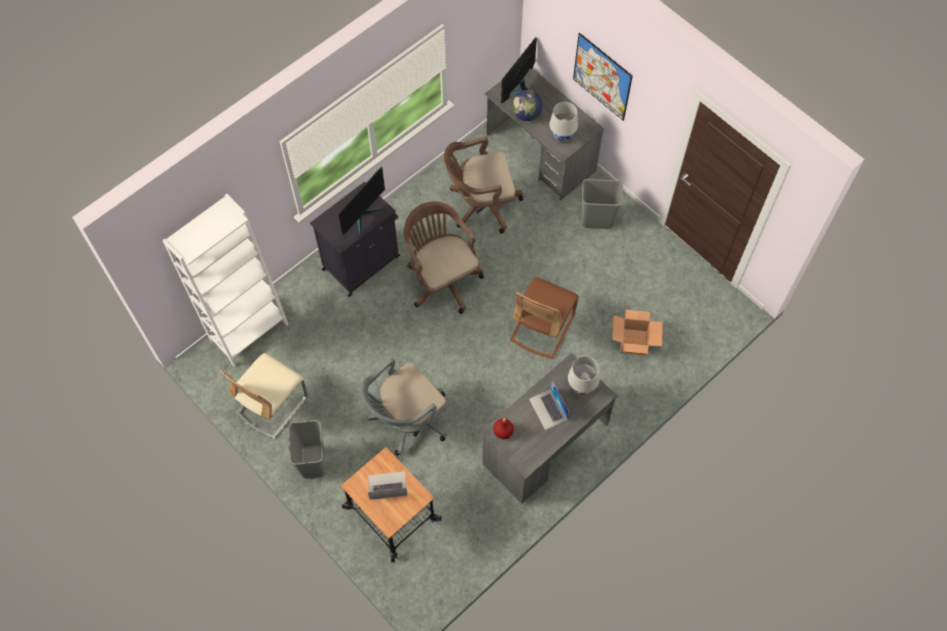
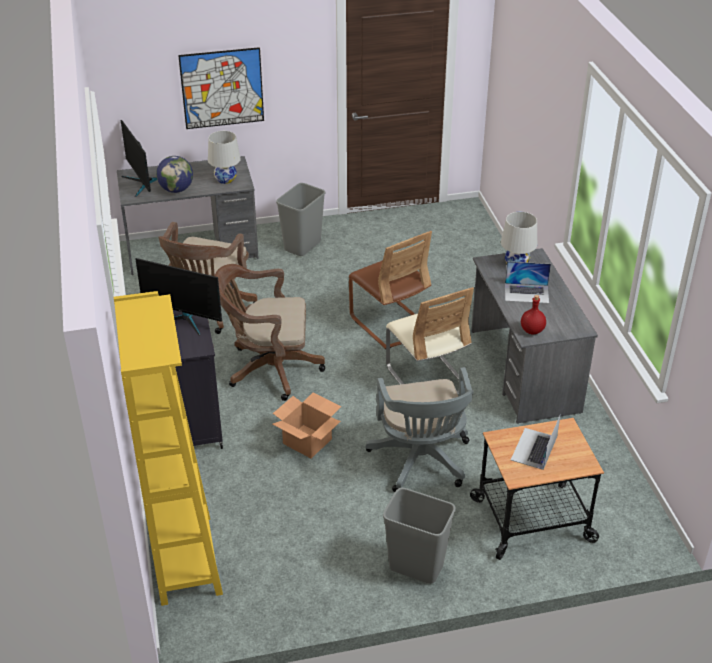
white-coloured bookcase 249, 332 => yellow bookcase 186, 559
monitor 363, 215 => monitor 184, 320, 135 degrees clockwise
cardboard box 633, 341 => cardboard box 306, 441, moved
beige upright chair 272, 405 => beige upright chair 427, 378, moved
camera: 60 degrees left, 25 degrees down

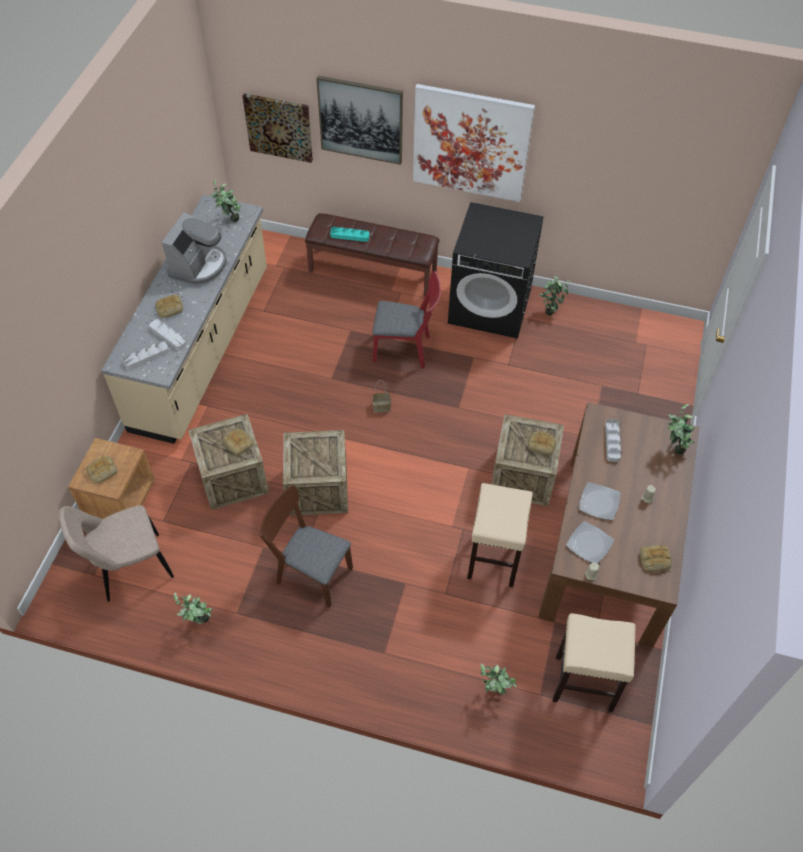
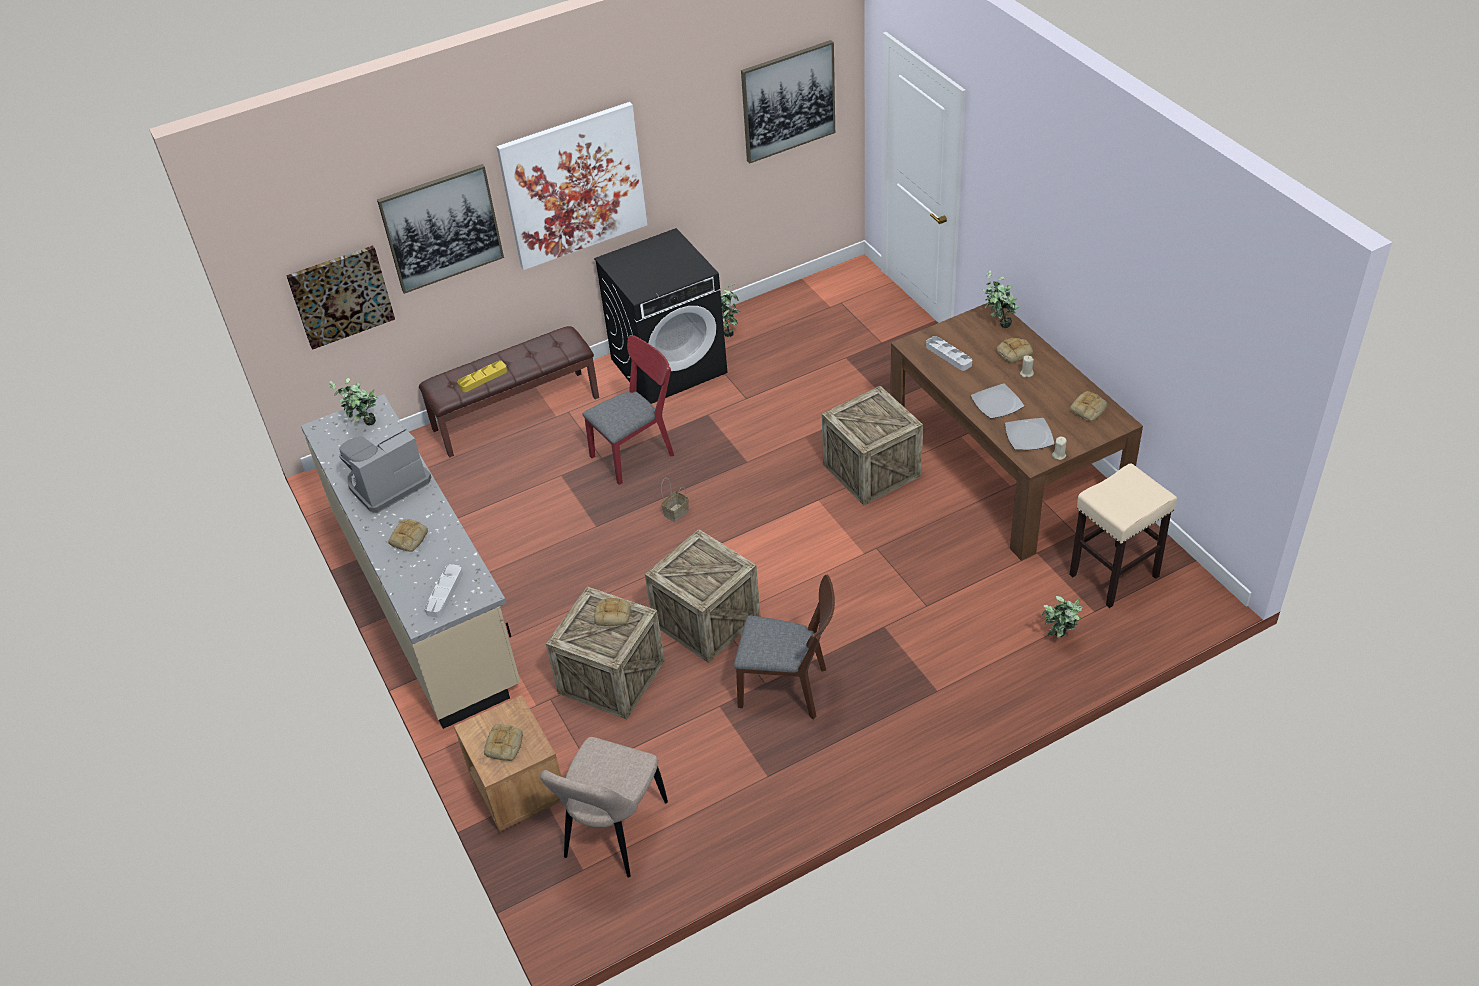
coffee machine 198, 266 => coffee machine 387, 484, 105 degrees counterclockwise
blue-green tray 349, 236 => yellow tray 483, 378
brown upright chair 309, 572 => brown upright chair 790, 689, 150 degrees counterclockwise
nothing => picture 788, 101
bread 542, 444 => bread 1014, 352, moved
grey tray 168, 336 => nothing
potted plant 198, 622 => nothing
beige stool 494, 558 => nothing
camera: 40 degrees left, 10 degrees down

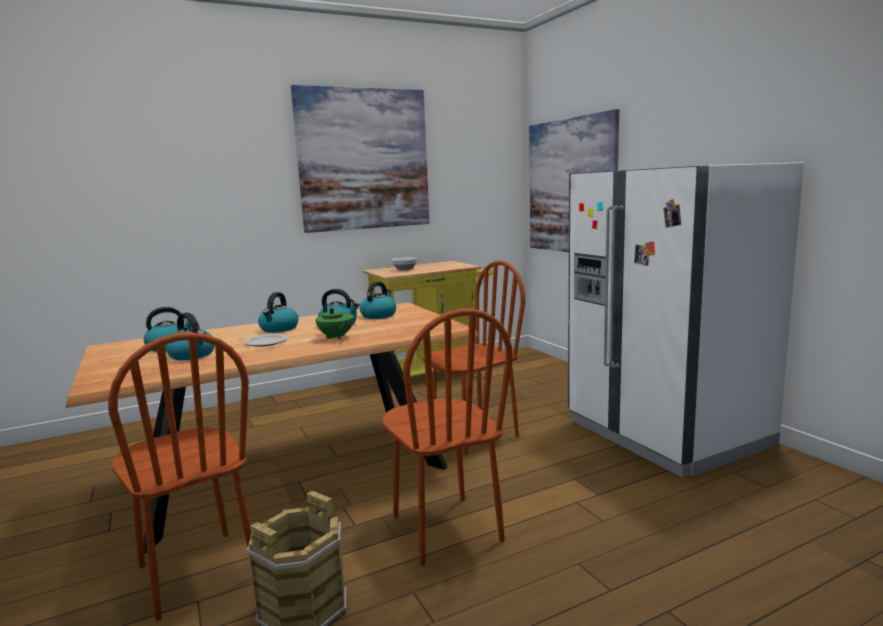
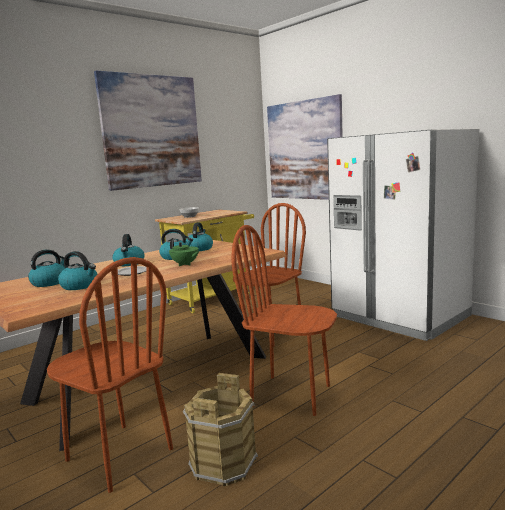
brown upright chair 445, 529 => brown upright chair 291, 395, 150 degrees clockwise
camera: 15 degrees left, 0 degrees up

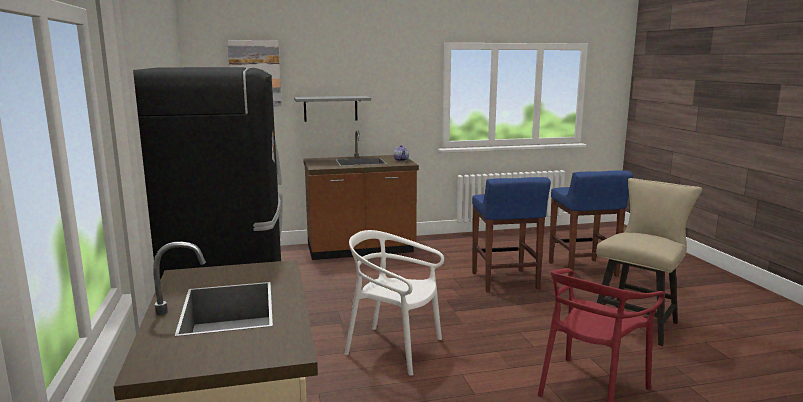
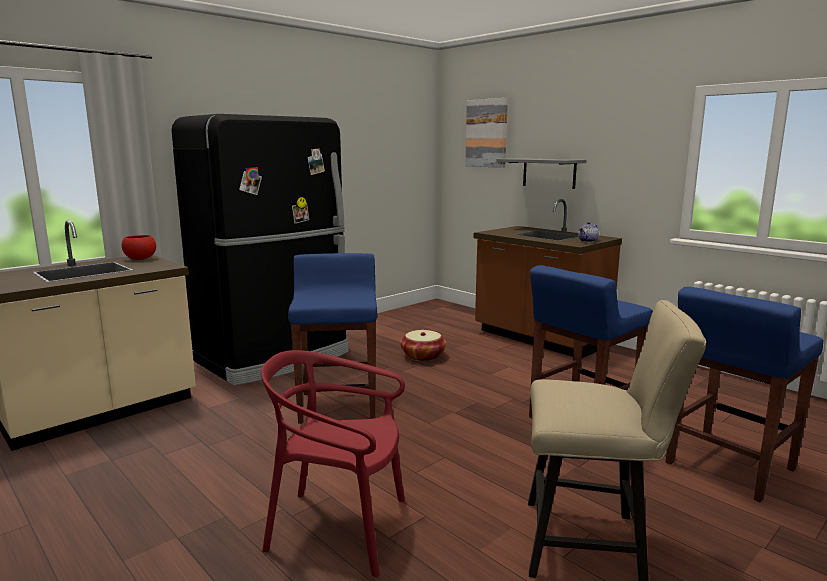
nothing => reddish bowl 140, 259
white-coloured upright chair 394, 349 => bluish stool 338, 405
nothing => household basket 423, 356
camera: 60 degrees right, 0 degrees up

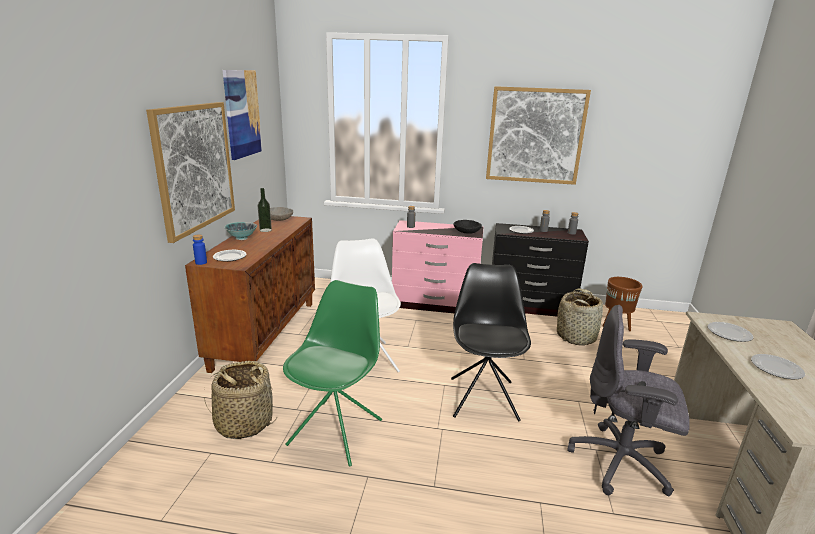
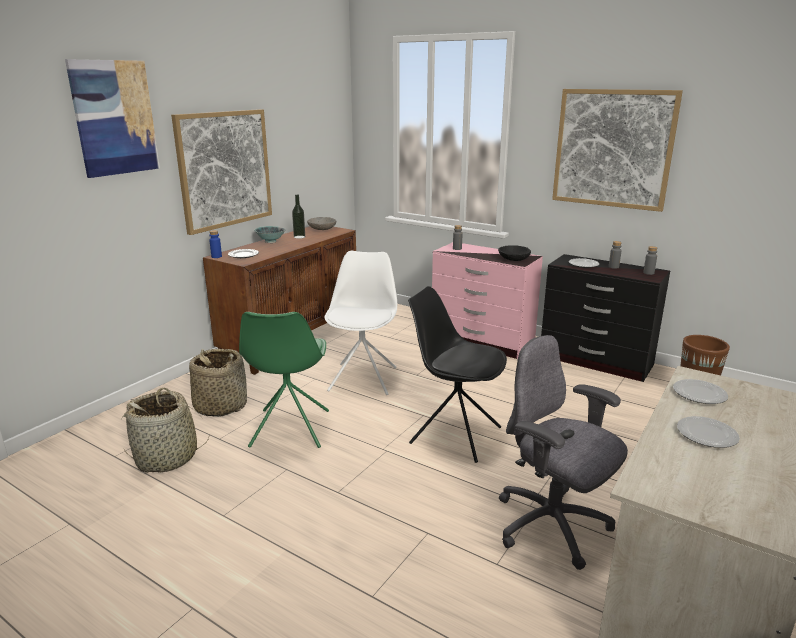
picture 242, 113 => picture 114, 118, moved
household basket 576, 336 => household basket 167, 458, moved
green-coloured upright chair 337, 431 => green-coloured upright chair 289, 429, 135 degrees clockwise
black upright chair 483, 398 => black upright chair 454, 434, 90 degrees counterclockwise
camera: 25 degrees right, 0 degrees up

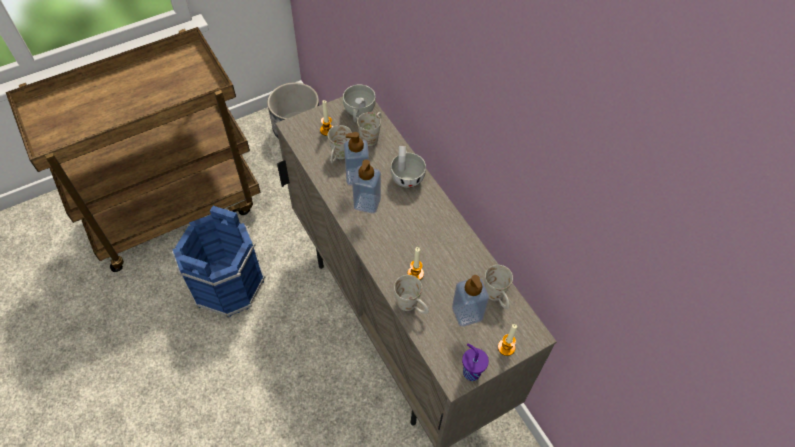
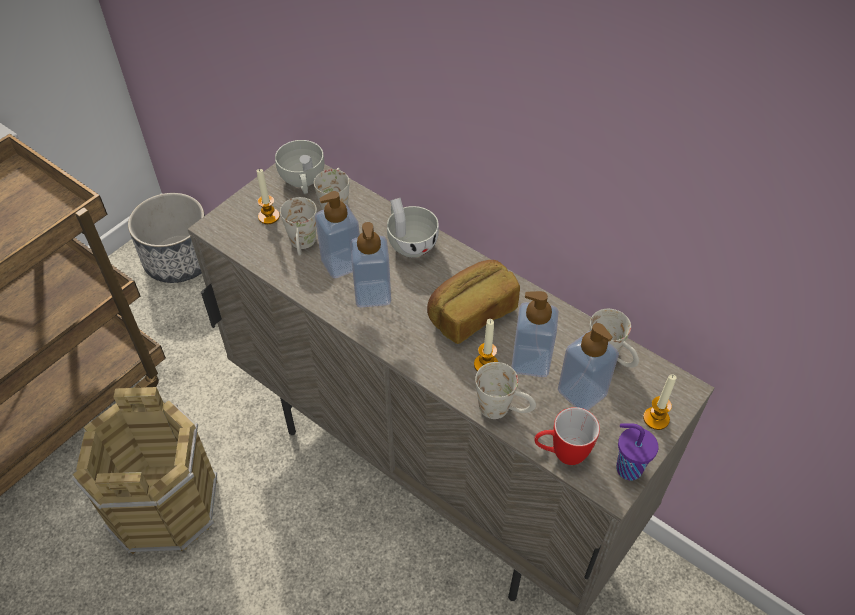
bluish bucket 228, 284 => brown bucket 165, 504
nothing => bread 471, 313
nothing => soap bottle 531, 361
nothing => coffee mug 561, 453
camera: 20 degrees left, 5 degrees down

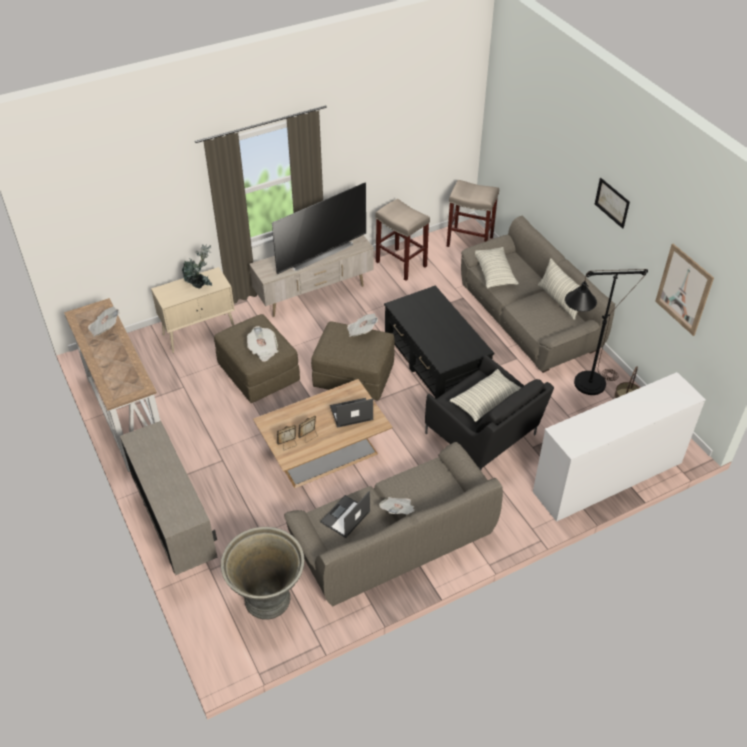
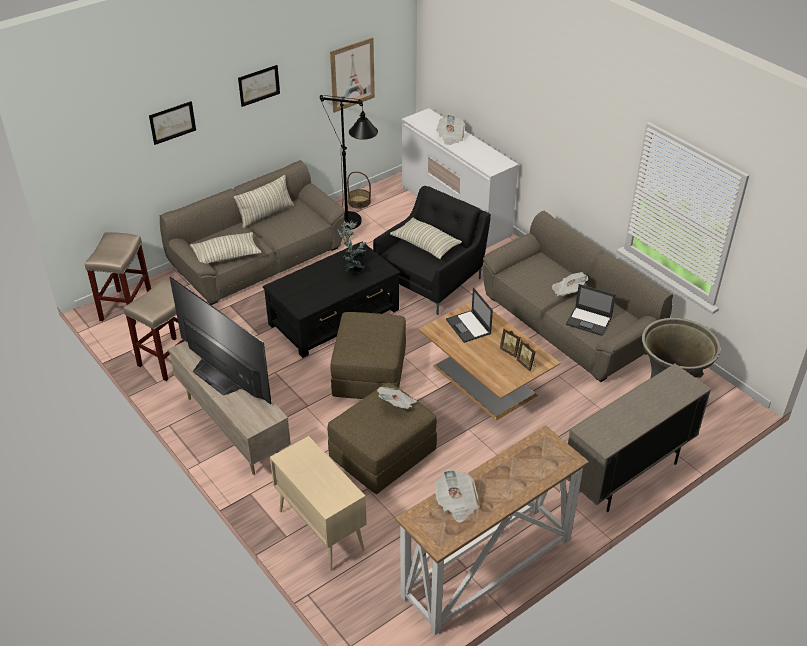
nothing => picture 172, 122
potted plant 200, 284 => potted plant 354, 269, moved
daily paper 361, 331 => daily paper 450, 137, moved
camera: 100 degrees left, 5 degrees down

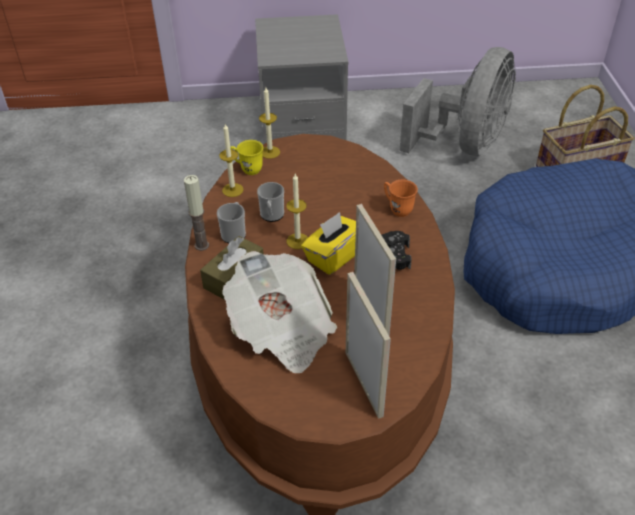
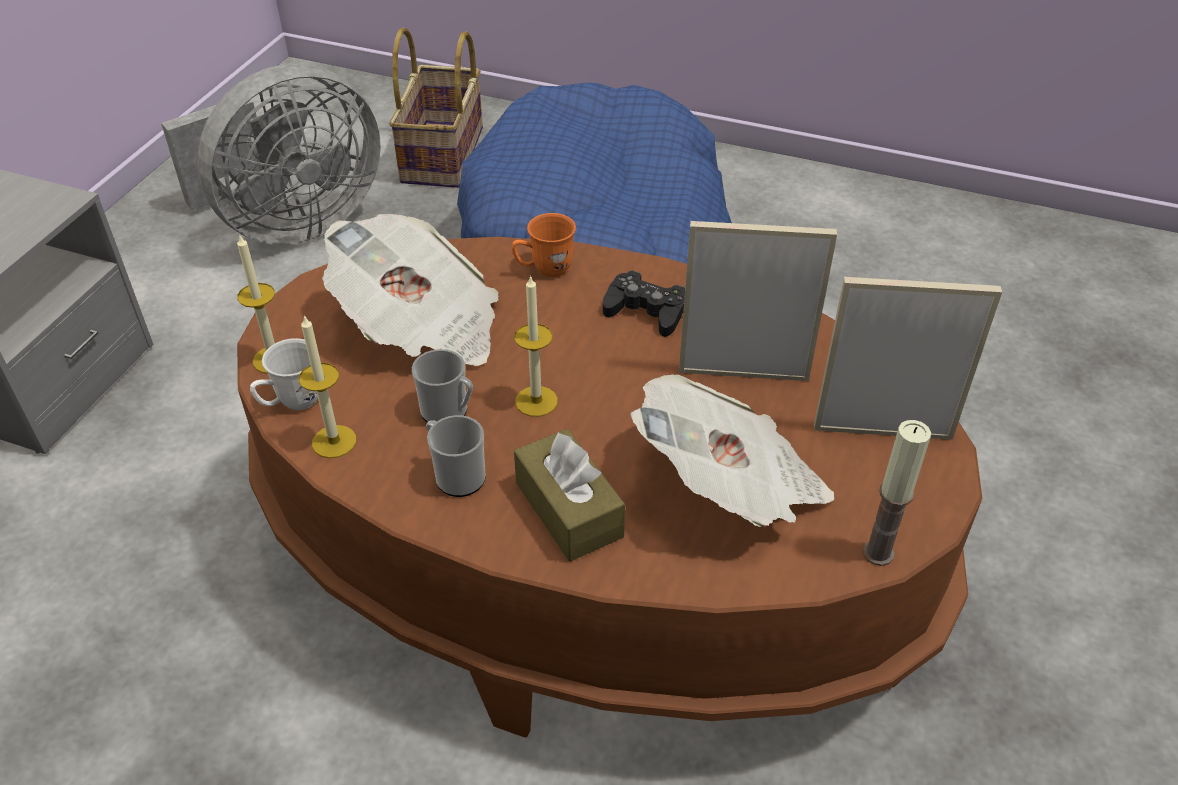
grey cooling fan 464, 145 => grey cooling fan 292, 224, 90 degrees clockwise
yellow coffee mug 247, 169 => white-coloured coffee mug 292, 403
nothing => daily paper 421, 326
wax candle 201, 245 => wax candle 878, 553, moved
yellow tissue box 334, 256 => nothing
camera: 65 degrees left, 0 degrees up

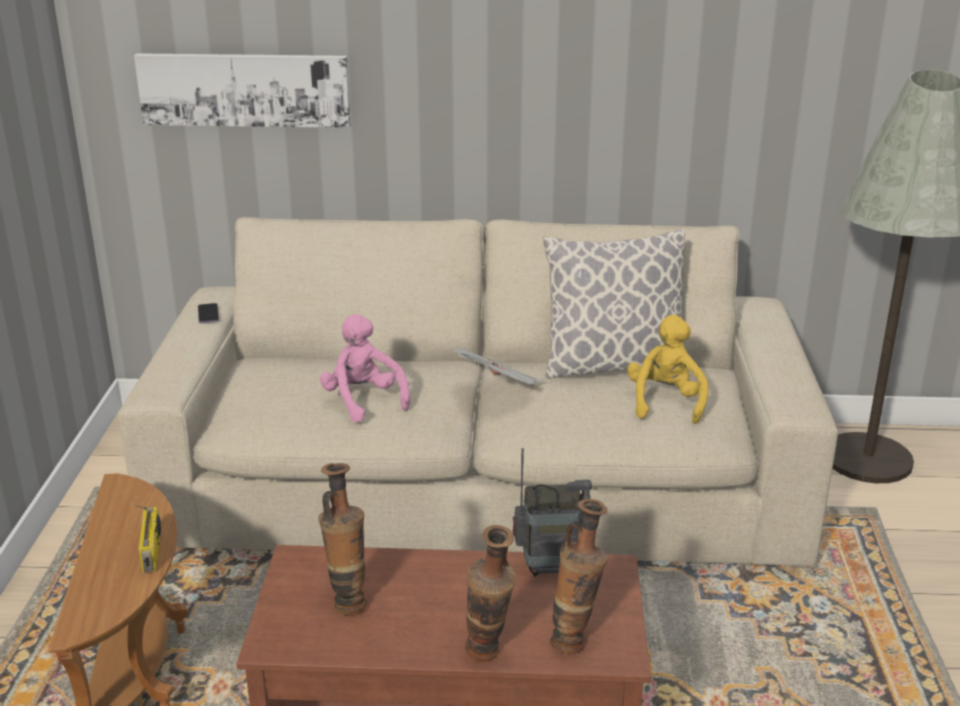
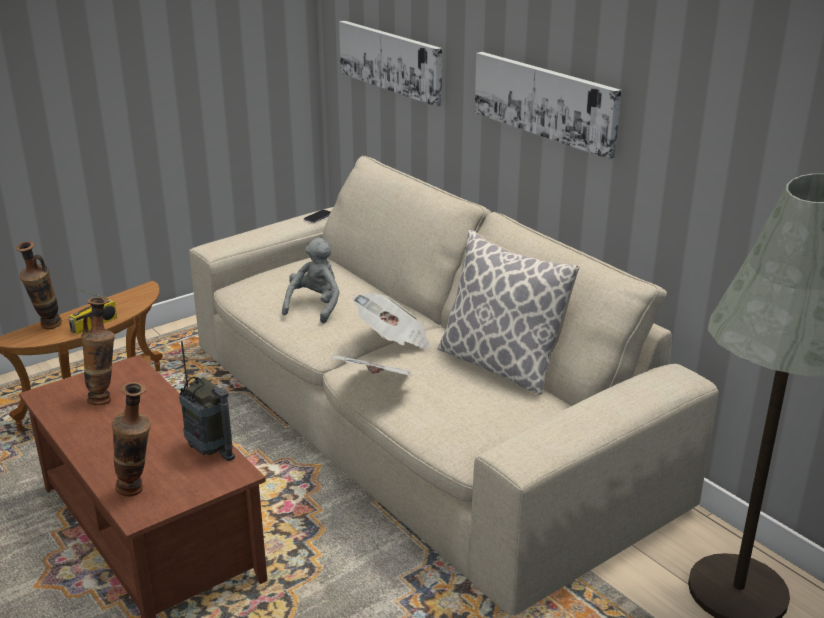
flower vase 488, 658 => flower vase 47, 328, moved
pink-coloured plush toy 363, 401 => grey plush toy 315, 306
nothing => daily paper 376, 385
nothing => picture 545, 101
yellow plush toy 665, 402 => nothing
camera: 50 degrees right, 0 degrees up

